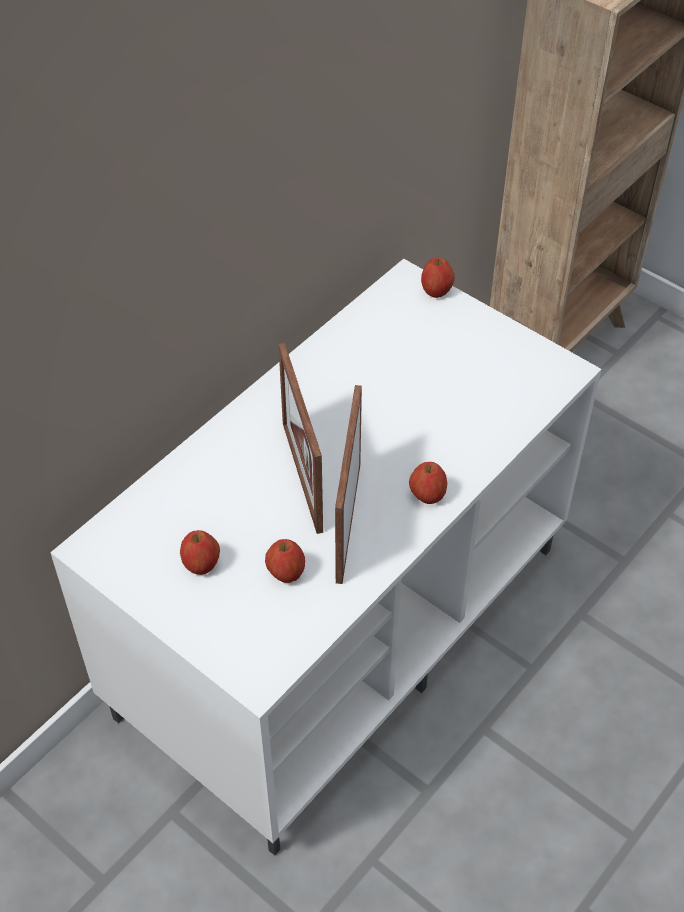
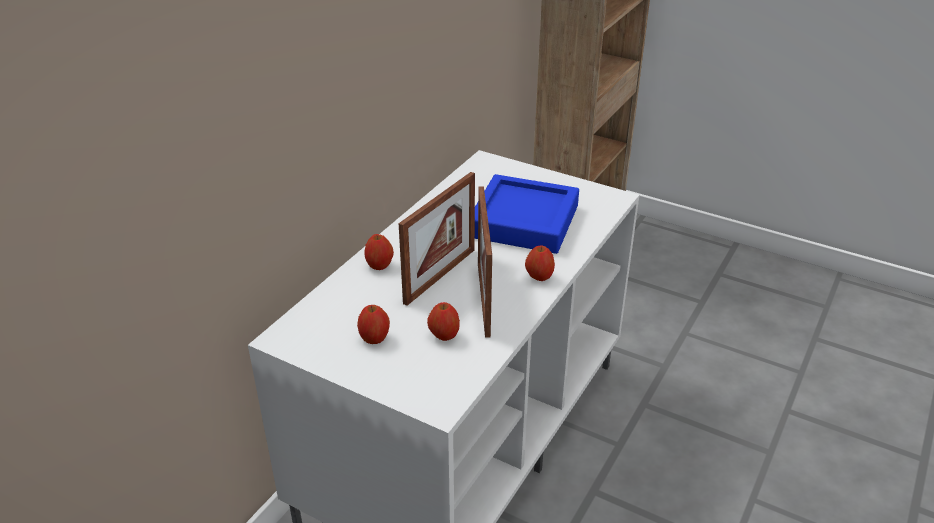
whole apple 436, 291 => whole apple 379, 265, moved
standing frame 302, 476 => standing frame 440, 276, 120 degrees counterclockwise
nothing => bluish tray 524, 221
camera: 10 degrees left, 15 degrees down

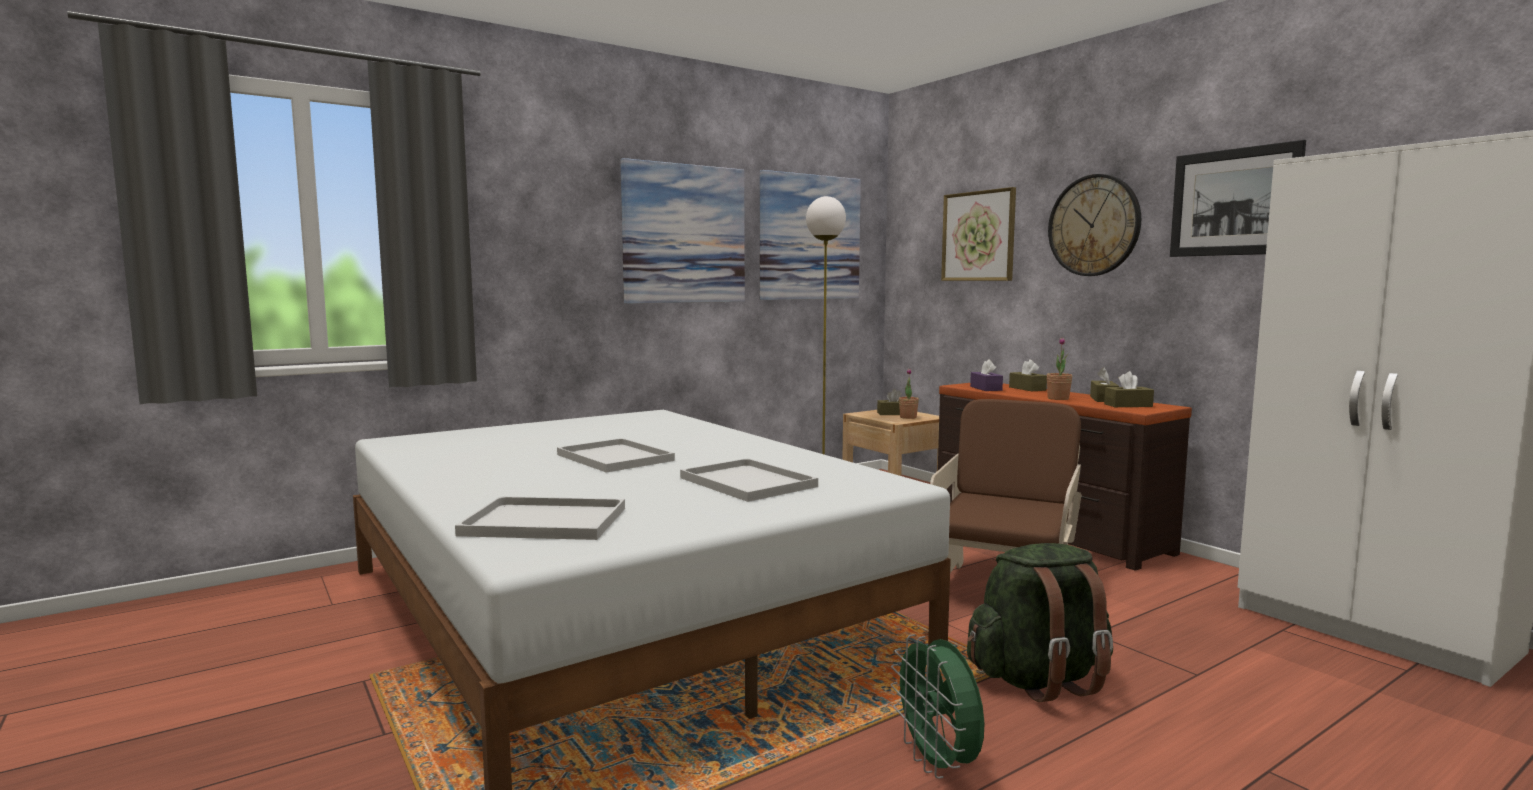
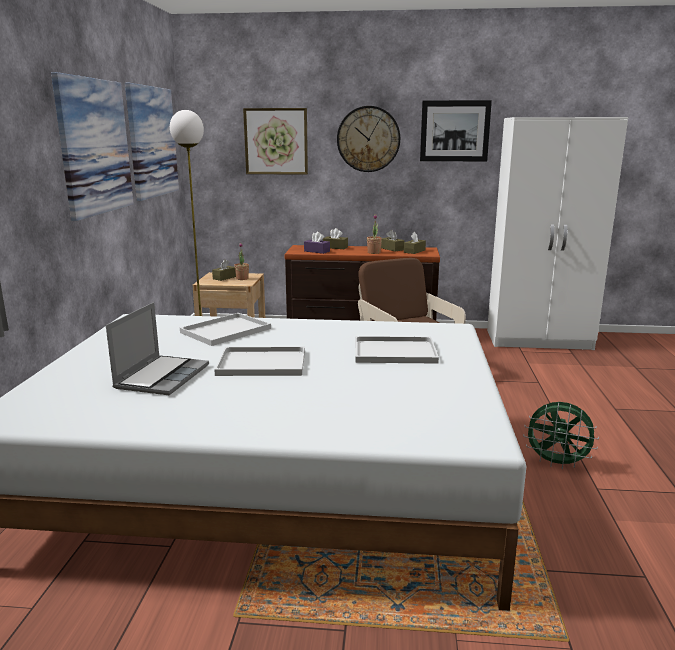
nothing => laptop 162, 376
white-coloured tray 541, 522 => white-coloured tray 225, 331, moved
green-coloured rucksack 1039, 680 => nothing
camera: 50 degrees left, 10 degrees up

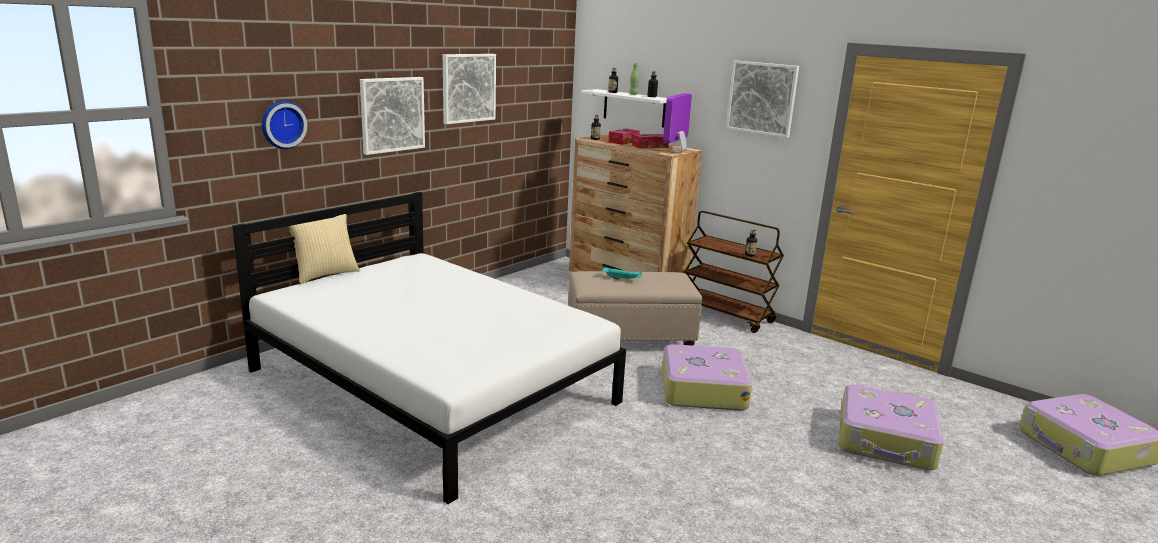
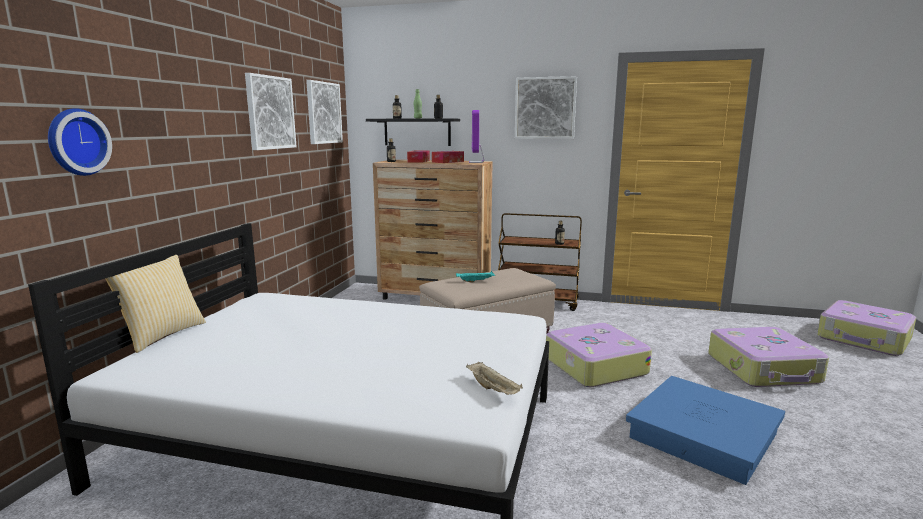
picture 392, 114 => picture 323, 113, moved
white-coloured shelf 634, 108 => black shelf 417, 132
nothing => beige tray 494, 389
nothing => bluish storage container 704, 436
camera: 25 degrees left, 5 degrees down

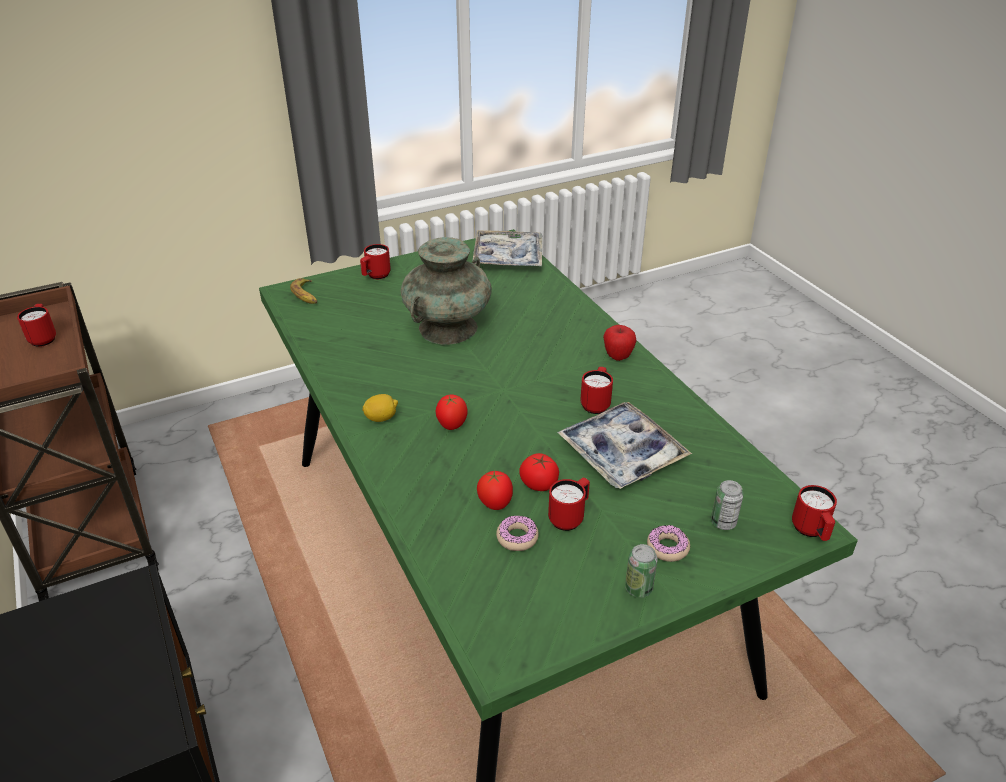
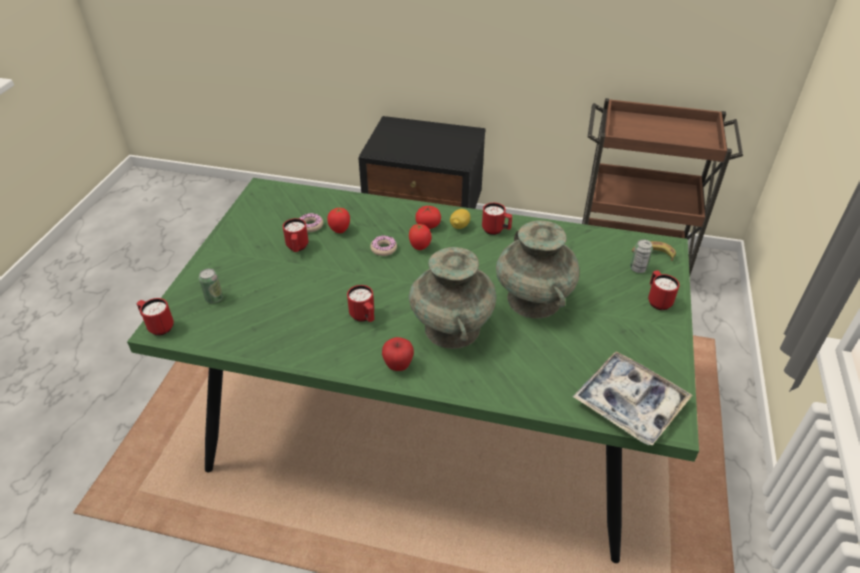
doughnut 667, 547 => doughnut 383, 249, moved
nothing => blue-green flower vase 452, 328
whole tomato 539, 484 => whole tomato 428, 225, moved
reddish coffee mug 44, 338 => reddish coffee mug 496, 231, moved
can 638, 588 => can 638, 268, moved
tray 621, 453 => nothing
camera: 130 degrees right, 5 degrees up

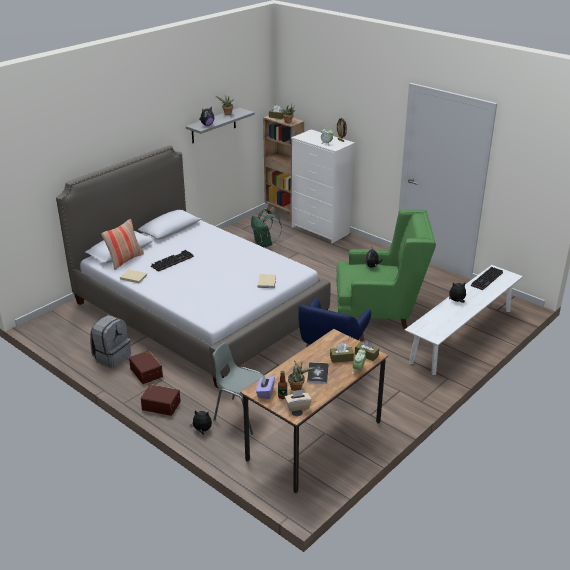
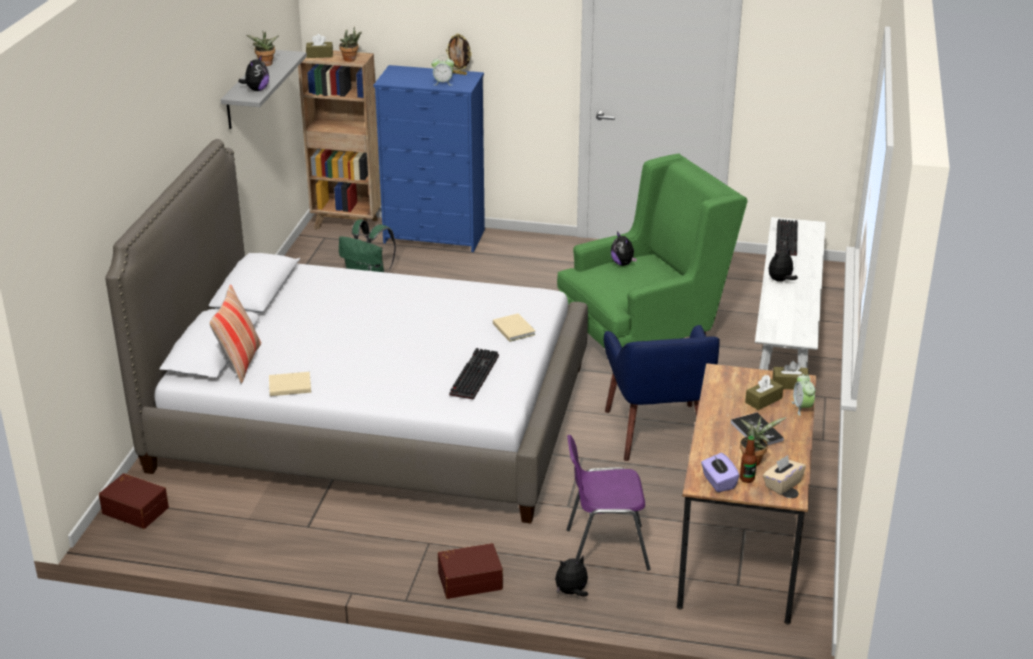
brown storage container 147, 372 => brown storage container 136, 509, moved
white-coloured chest of drawers 320, 230 => bluish chest of drawers 435, 236
computer keyboard 172, 261 => computer keyboard 473, 374, moved
grey upright chair 241, 415 => purplish upright chair 604, 548
grey rucksack 112, 357 => nothing
camera: 30 degrees left, 0 degrees up

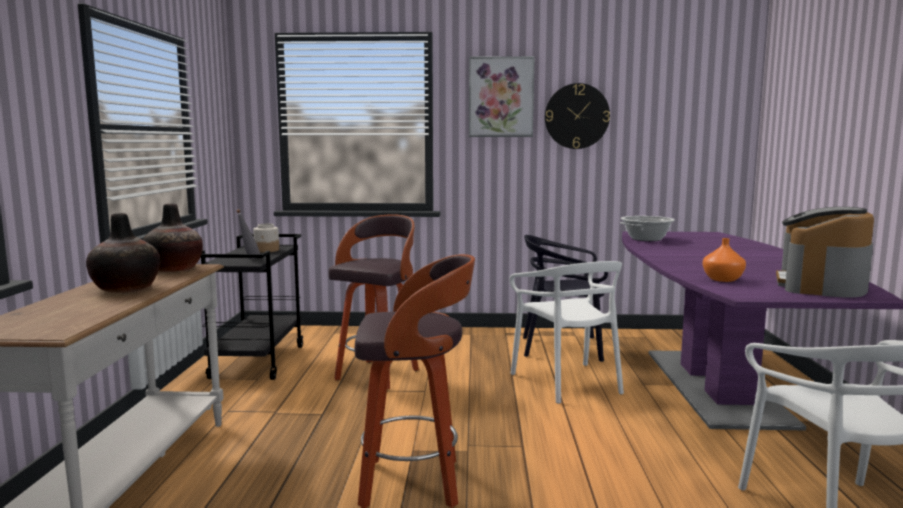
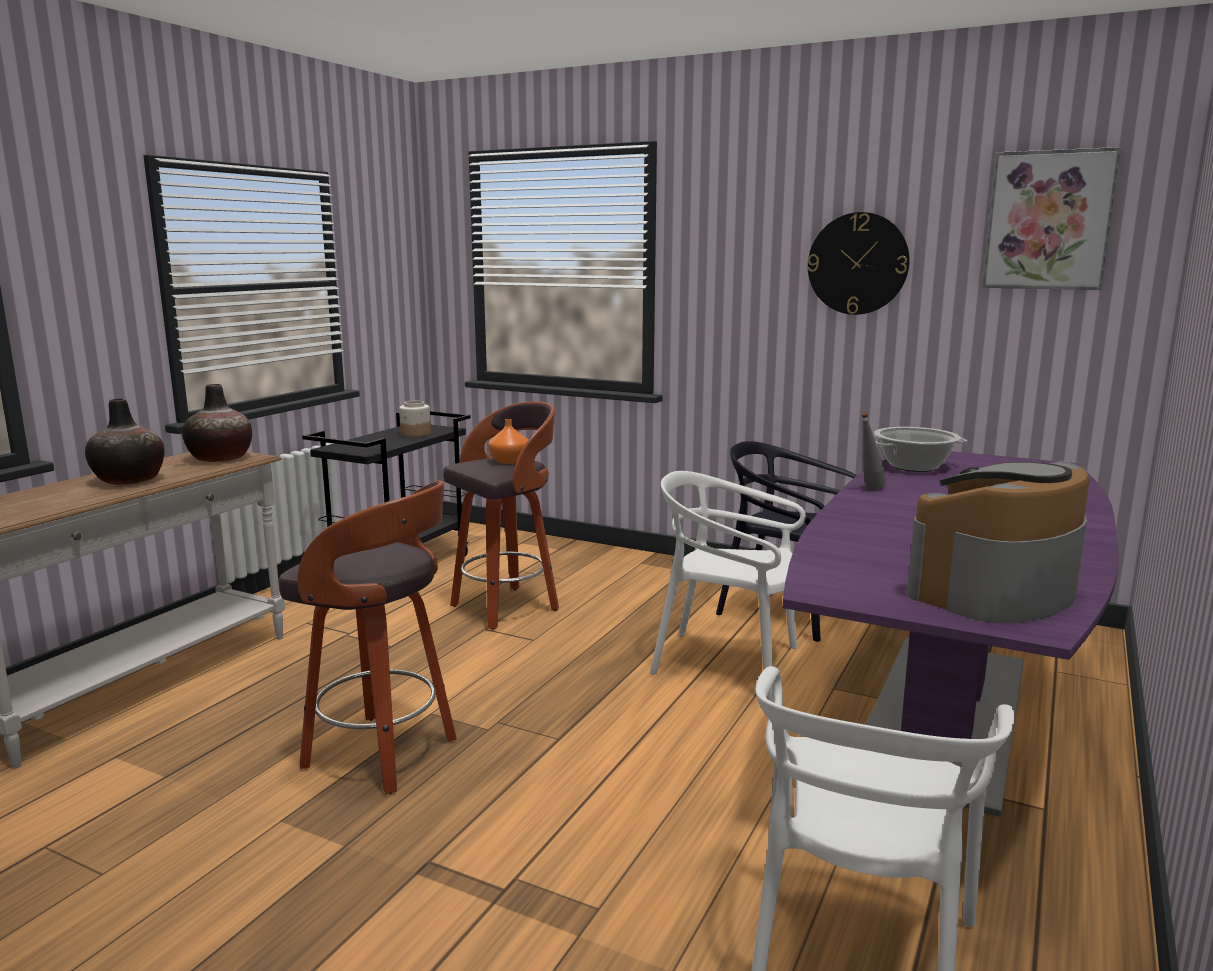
orangey flower vase 721, 279 => orangey flower vase 508, 461, moved
white-coloured upright chair 567, 382 => white-coloured upright chair 727, 663, 105 degrees clockwise
grey beverage bottle 249, 259 => grey beverage bottle 869, 490, moved
picture 501, 97 => picture 1048, 220, moved
camera: 25 degrees right, 5 degrees up

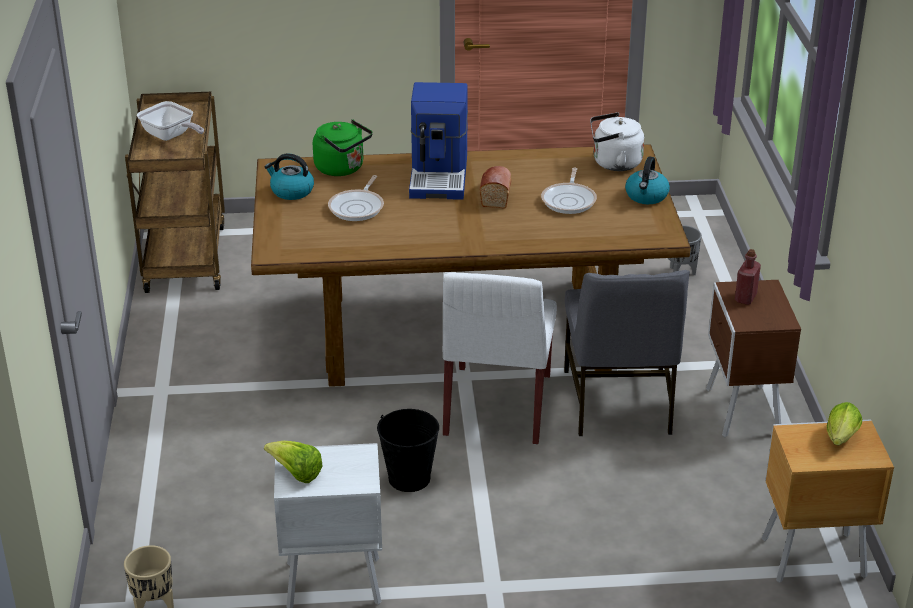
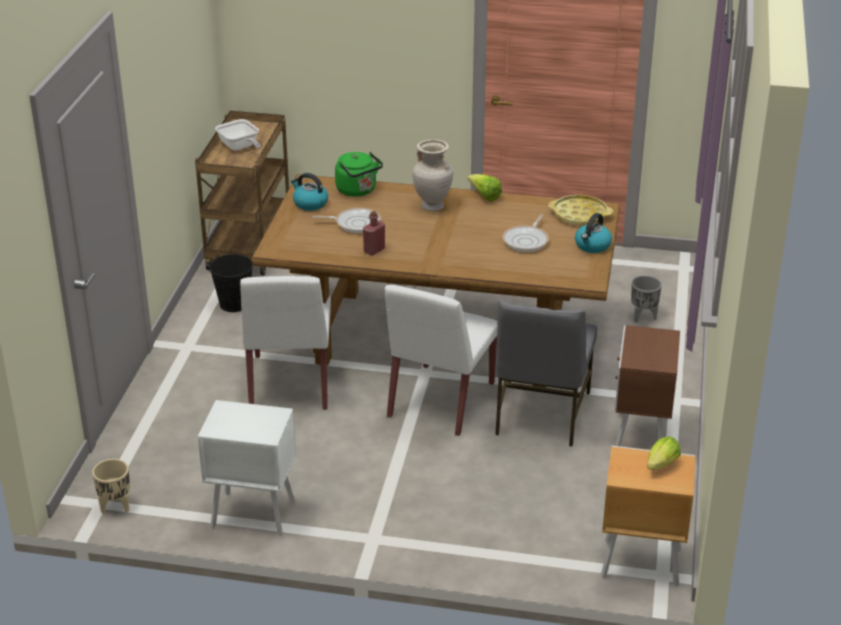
black bucket 409, 478 => black bucket 234, 303, moved
nothing => white-coloured upright chair 290, 383
pan 358, 207 => pan 355, 223, 120 degrees counterclockwise
reddish beverage bottle 745, 298 => reddish beverage bottle 374, 250, moved
coffee machine 440, 175 => beige flower vase 432, 206
lettuce head 296, 474 => lettuce head 484, 196, moved
white-coloured water kettle 613, 163 => yellow tray 579, 215
bread 496, 195 => nothing
camera: 15 degrees right, 0 degrees up

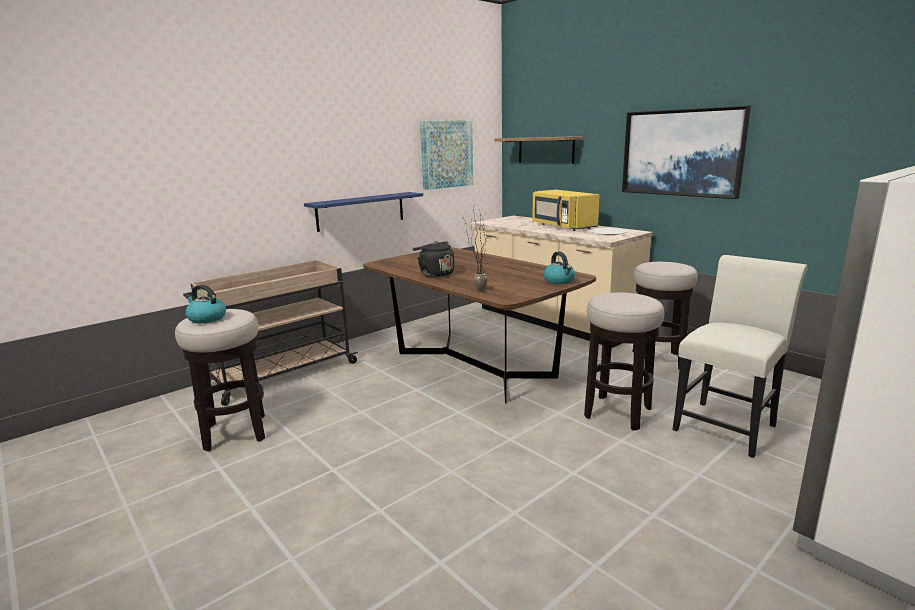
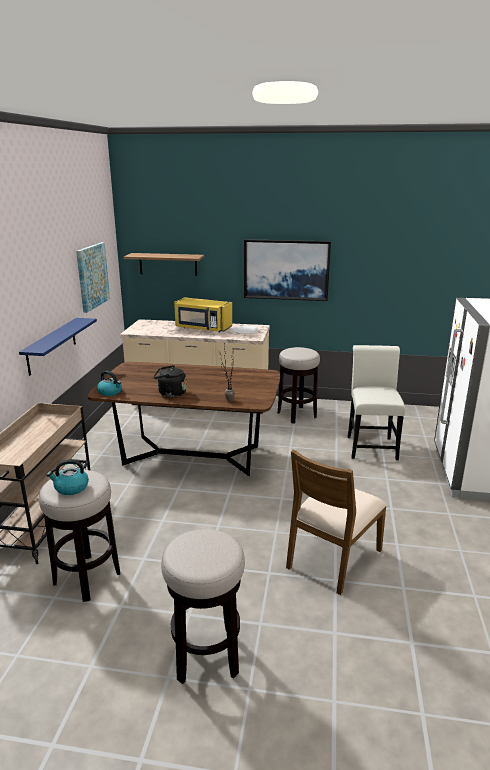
water kettle 559, 281 => water kettle 110, 392, moved
stool 617, 412 => stool 206, 655, moved
nothing => brown upright chair 332, 558
camera: 40 degrees left, 5 degrees up

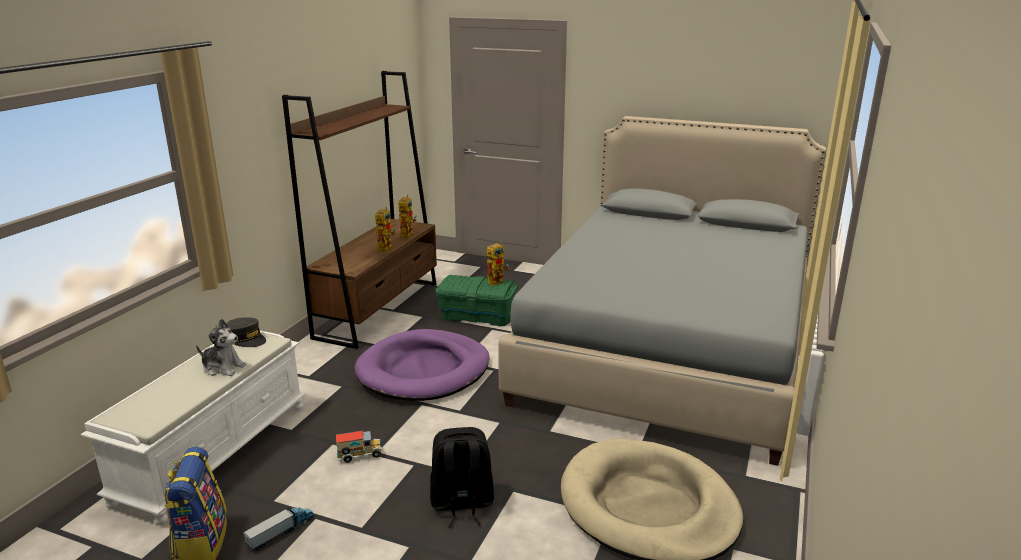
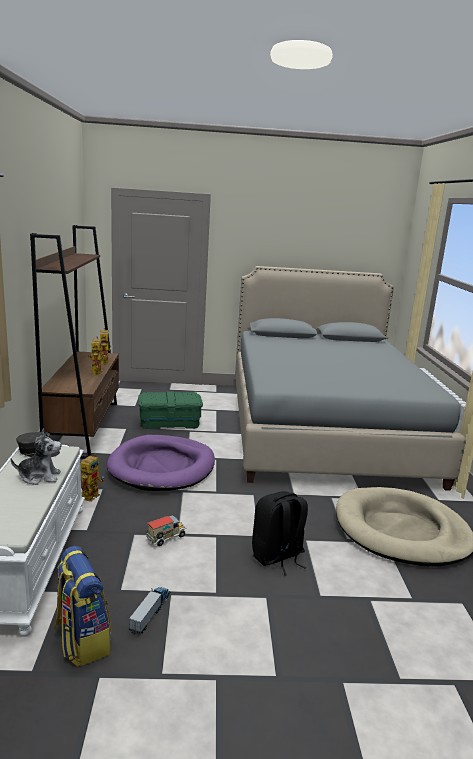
toy robot 497, 281 => toy robot 91, 494, moved
camera: 25 degrees left, 5 degrees down

